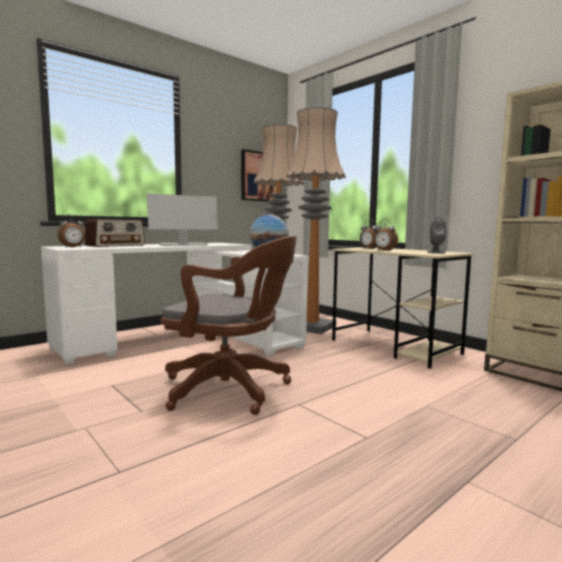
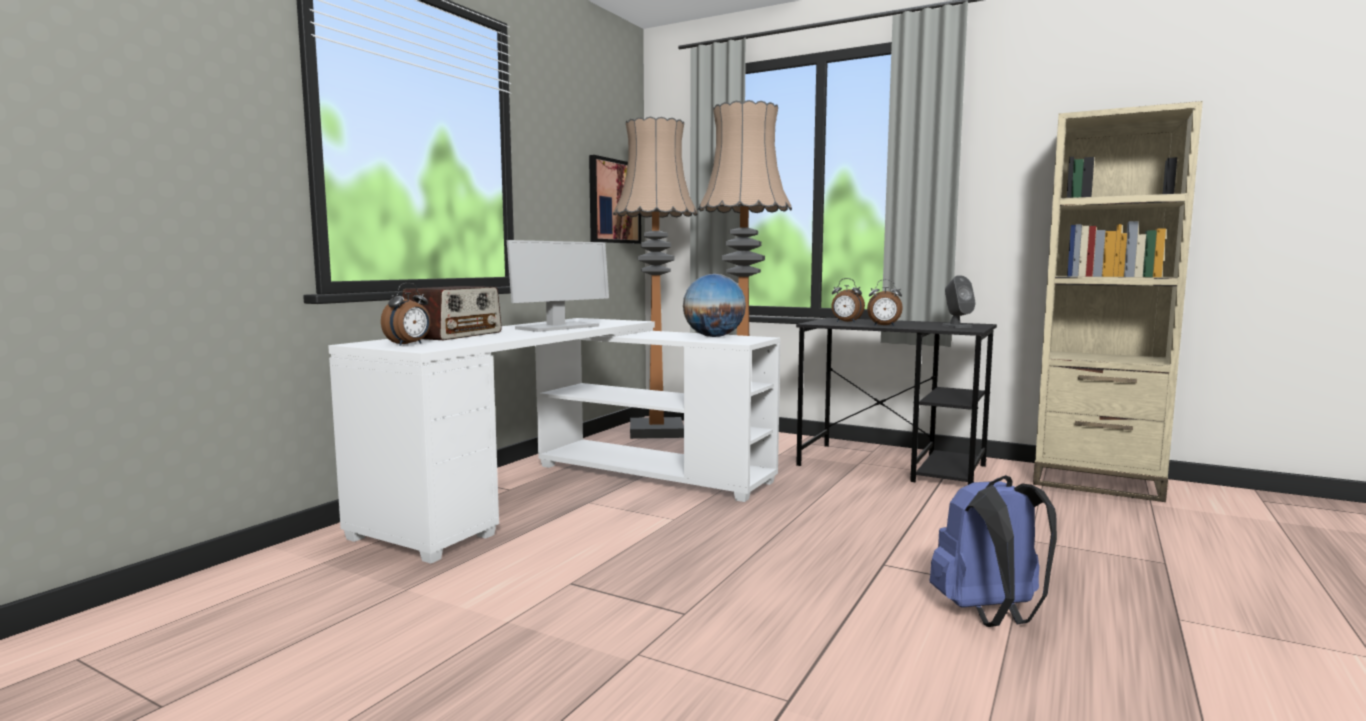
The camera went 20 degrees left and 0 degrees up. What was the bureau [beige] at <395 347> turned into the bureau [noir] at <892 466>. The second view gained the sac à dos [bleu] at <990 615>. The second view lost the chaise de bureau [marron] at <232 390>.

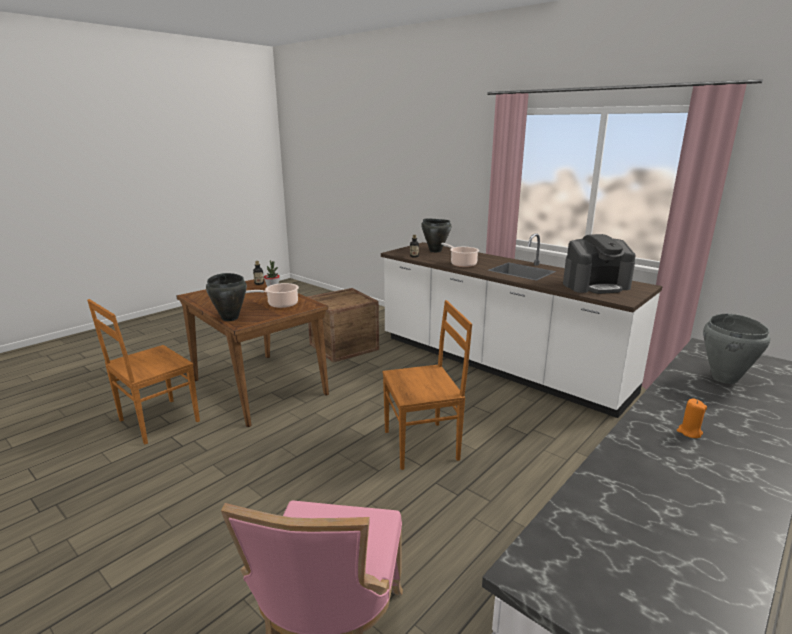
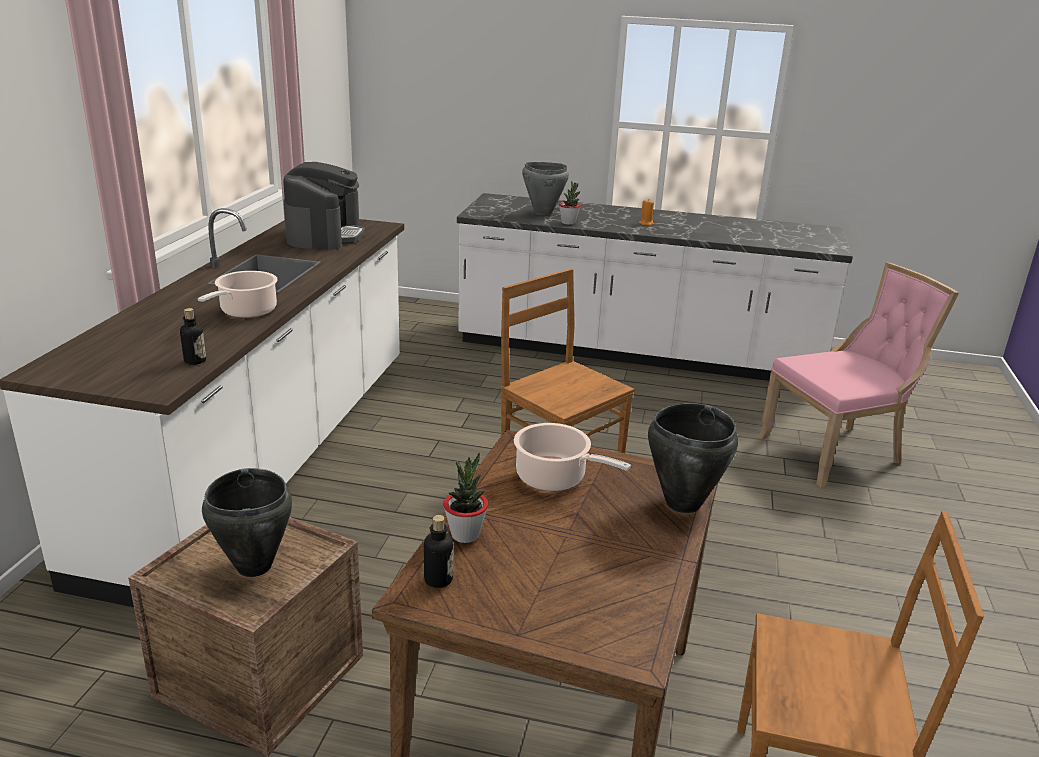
The camera went 120 degrees left and 5 degrees up. The marmite [noir] ended up elsewhere, having gone from <435 251> to <253 567>. The machine à café at <595 285> ended up facing another way, 45 degrees clockwise from before. The second view gained the plante en pot at <568 223>.

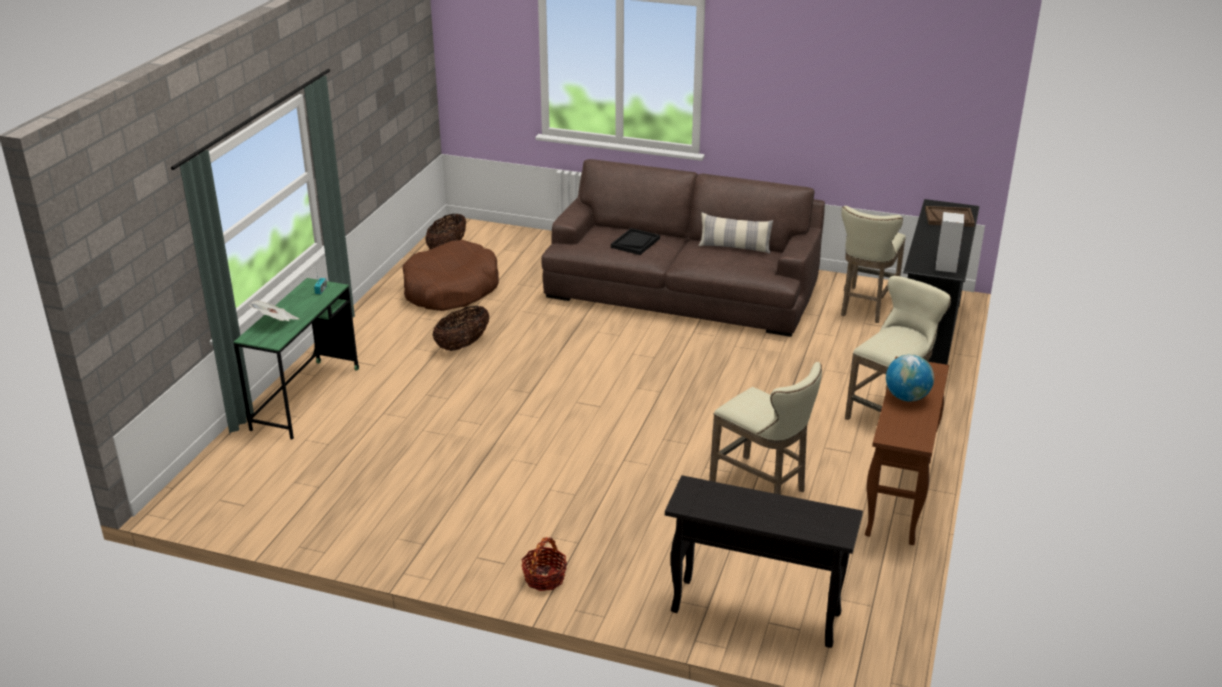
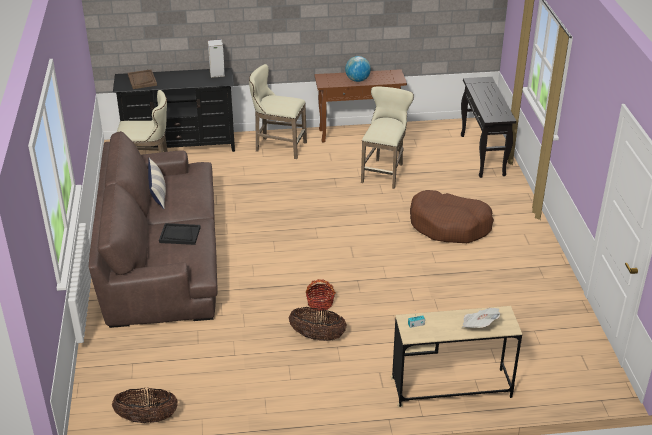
The camera went 115 degrees left and 5 degrees up. The panier ended up elsewhere, having gone from <544 578> to <320 303>. What was the bureau [vert] at <306 398> turned into the bureau [beige] at <451 388>. The panier pour chien [marron] ended up elsewhere, having gone from <450 289> to <449 225>.

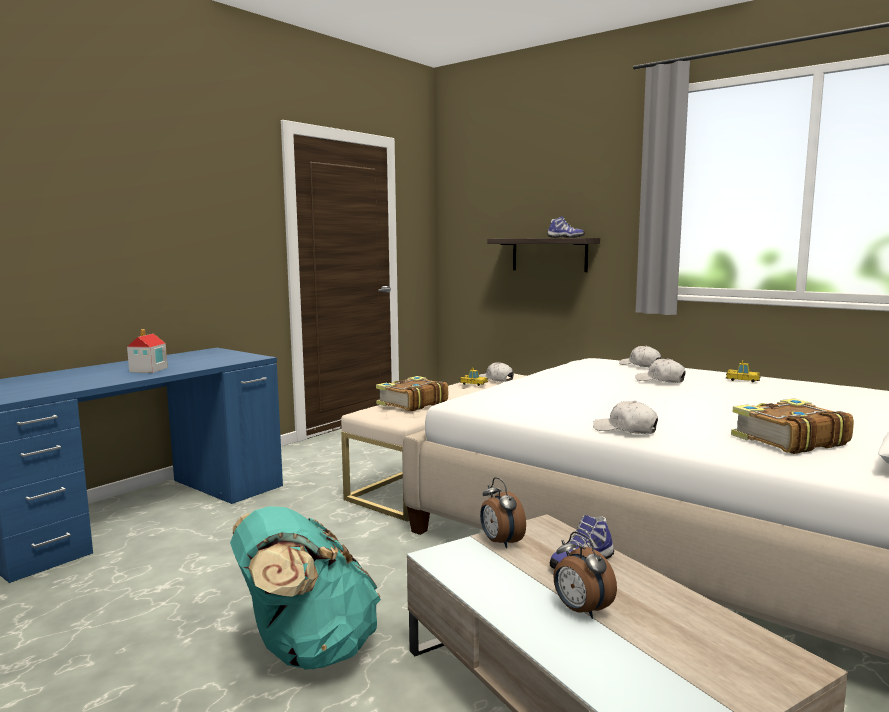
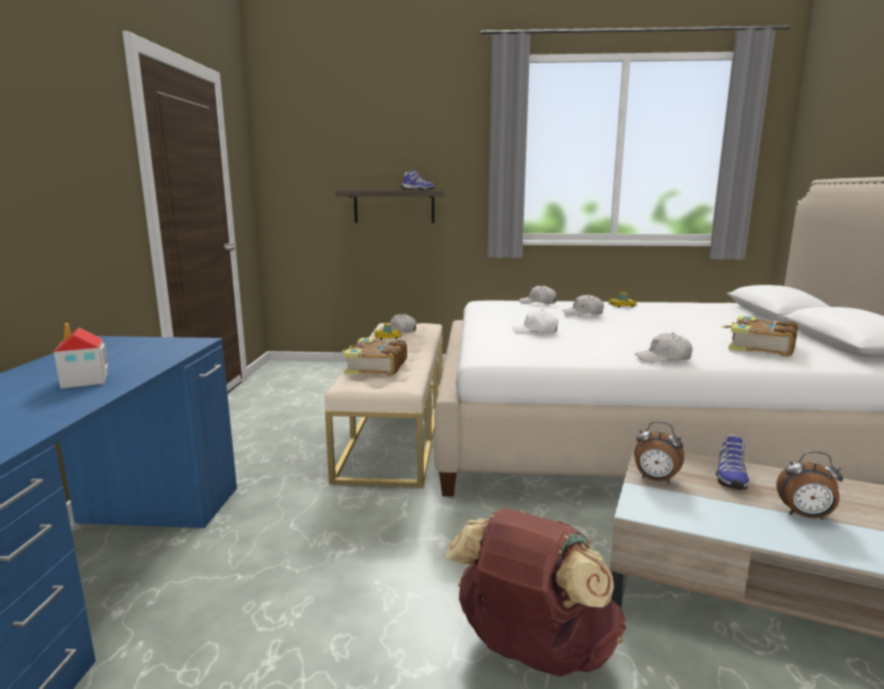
The camera went 35 degrees left and 5 degrees up. What was the sac à dos [turquoise] at <307 650> turned into the sac à dos [marron] at <532 652>. The second view gained the casquette [blanc] at <535 331>.

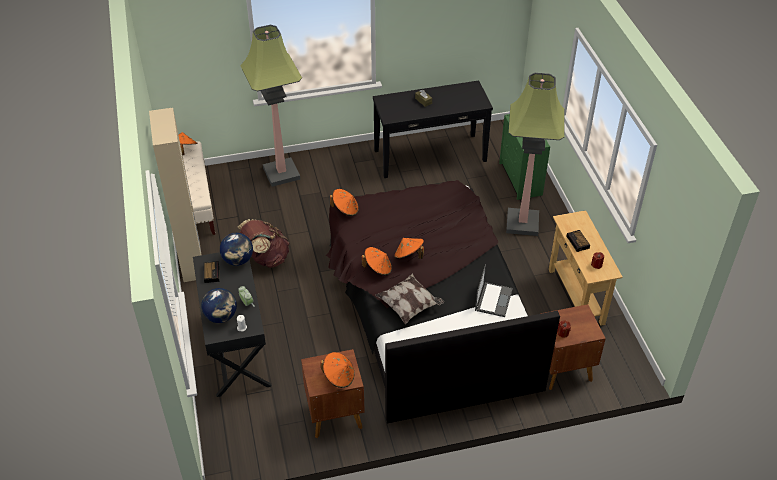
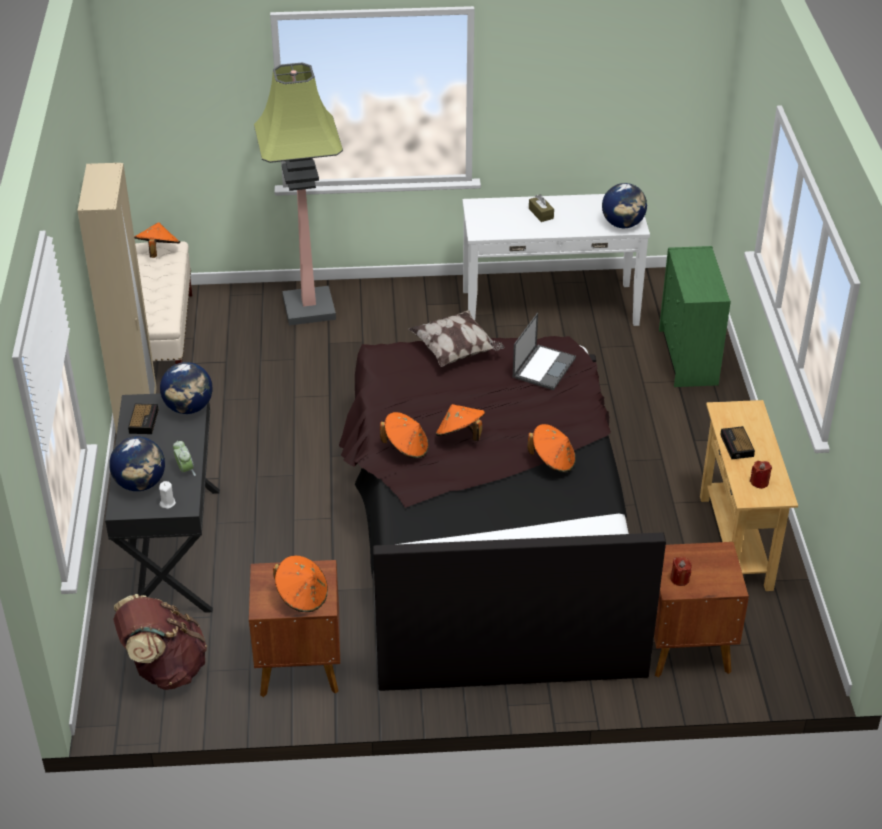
The camera went 10 degrees right and 5 degrees down. The sac à dos [marron] ended up elsewhere, having gone from <266 258> to <164 668>. The coussin ended up elsewhere, having gone from <409 306> to <456 351>. What was the table console [noir] at <430 155> turned into the table console [blanc] at <549 307>. The ordinateur portable ended up elsewhere, having gone from <493 299> to <544 367>. The chapeau [orange] ended up elsewhere, having gone from <345 209> to <552 461>. The second view gained the globe at <623 224>. The second view lost the lampadaire at <522 223>.

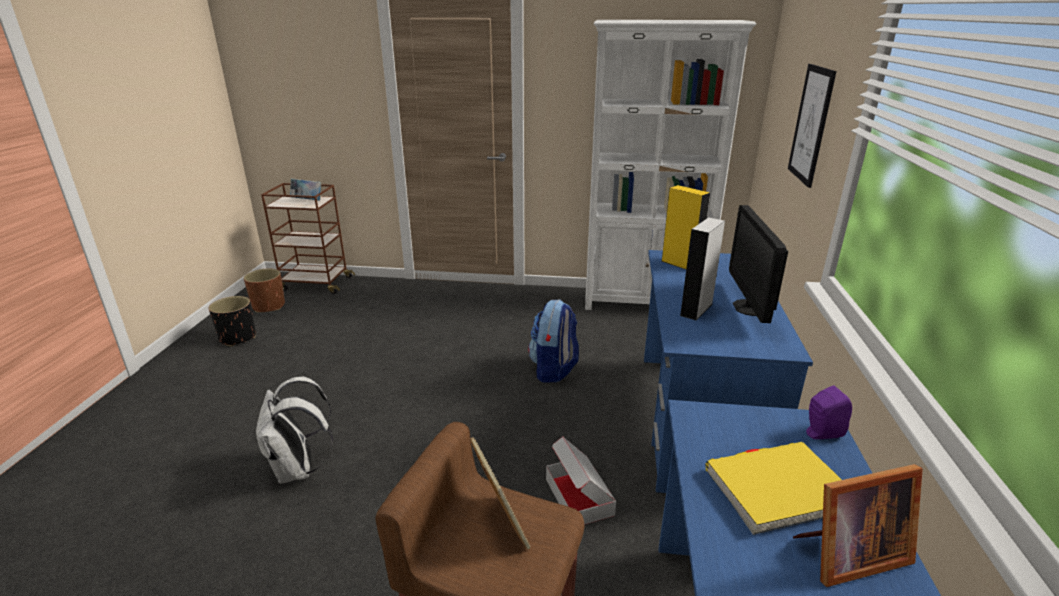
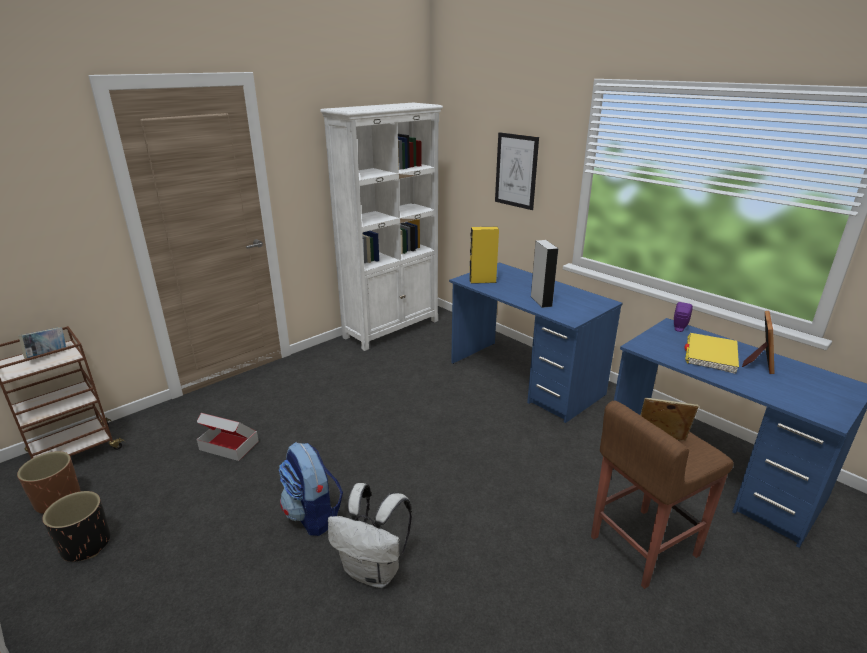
The camera went 50 degrees left and 0 degrees up. The carton ended up elsewhere, having gone from <579 497> to <229 445>. The sac à dos ended up elsewhere, having gone from <554 369> to <313 515>. The second view lost the écran d'ordinateur at <749 307>.

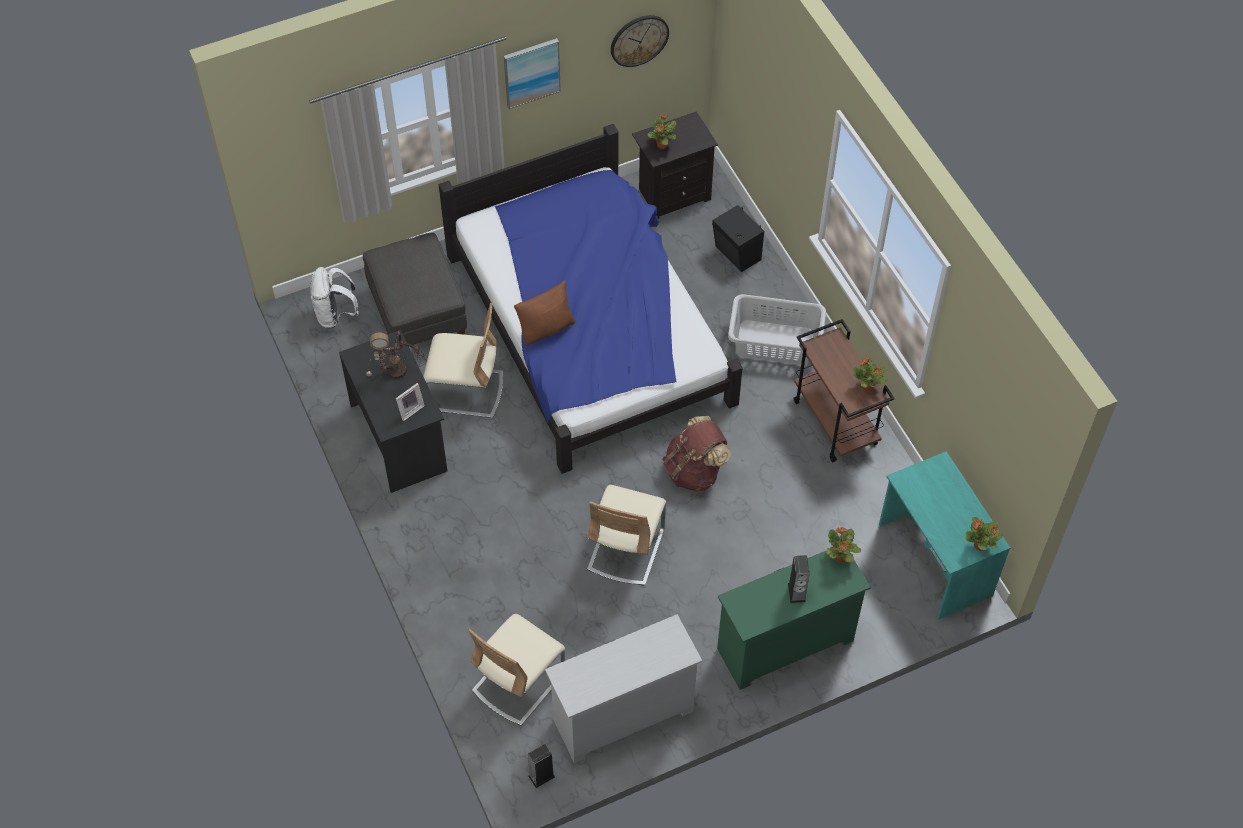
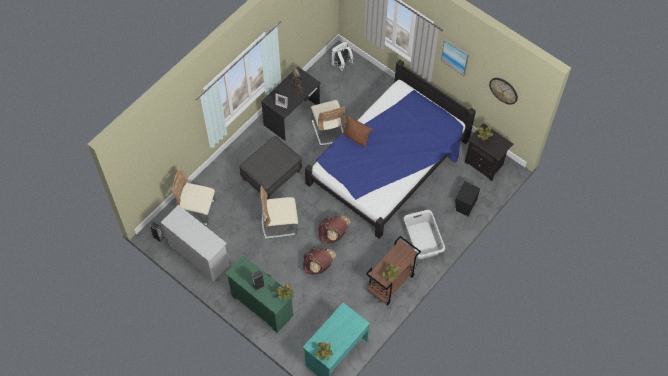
The camera went 65 degrees right and 5 degrees up. The pouf [gris] ended up elsewhere, having gone from <417 311> to <271 175>. The second view gained the sac à dos [marron] at <318 266>.

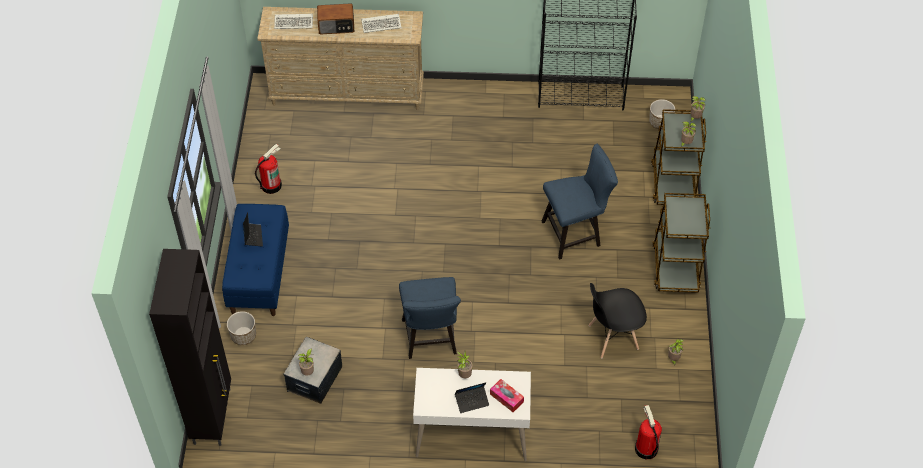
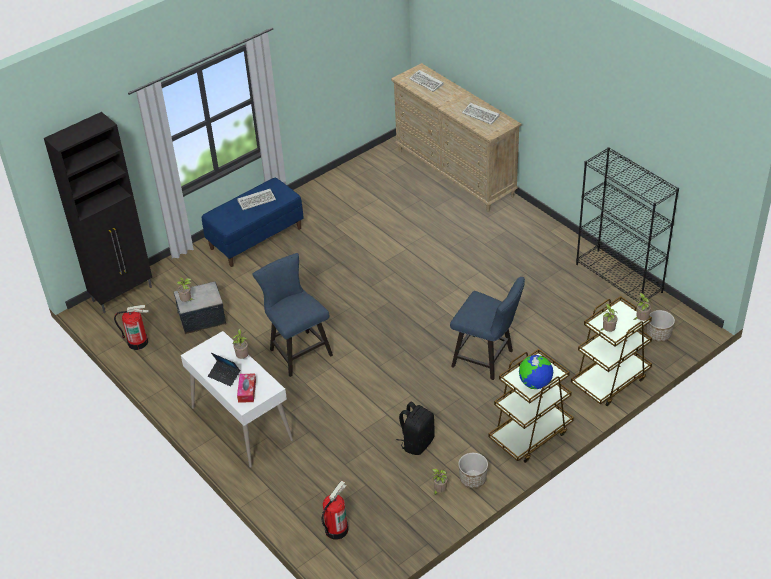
The camera went 50 degrees right and 10 degrees down. The extincteur ended up elsewhere, having gone from <271 185> to <138 342>. Where the ordinateur portable stood at <253 236>, the clavier came to stand at <257 200>. The chaise [bleu] at <430 340> ended up facing another way, 105 degrees clockwise from before. Where the chaise [noir] stood at <612 337>, the sac à dos [noir] came to stand at <417 442>. The cache-pot ended up elsewhere, having gone from <243 336> to <473 479>. The second view gained the globe at <535 383>. The second view lost the radio at <336 26>.

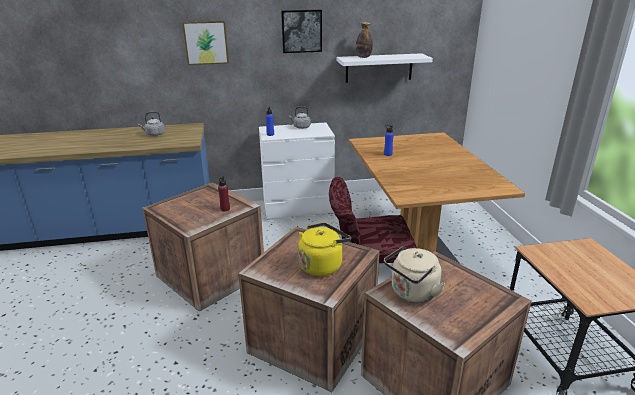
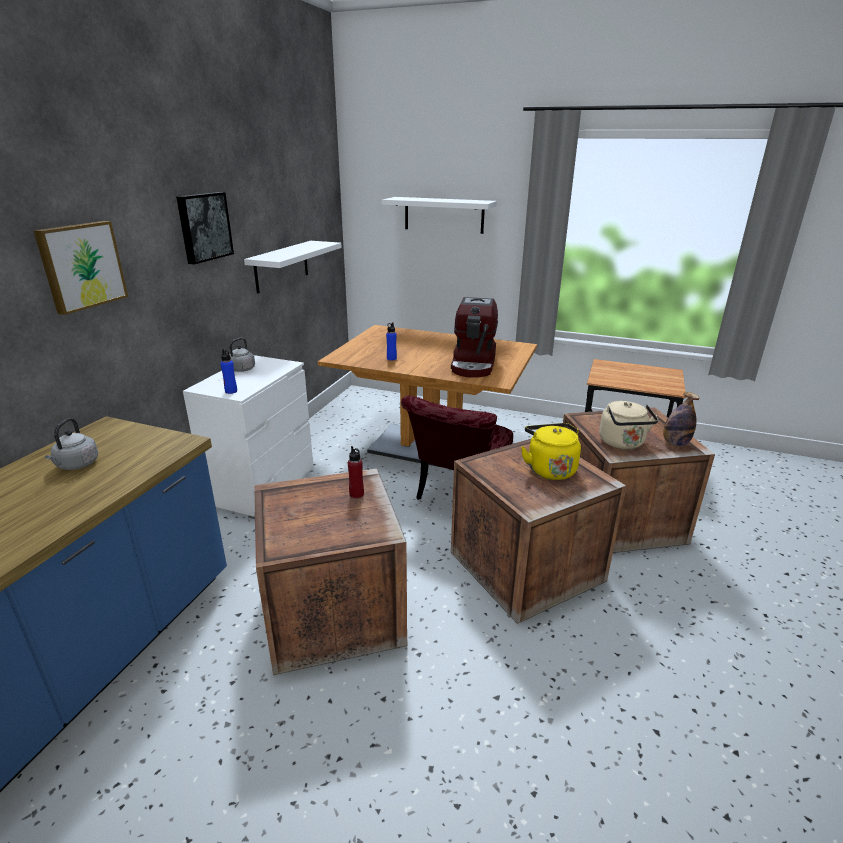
The camera went 60 degrees left and 0 degrees up. The second view gained the étagère [blanc] at <444 215>. The second view gained the machine à café at <474 364>. The bouteille ended up elsewhere, having gone from <363 57> to <675 443>.

